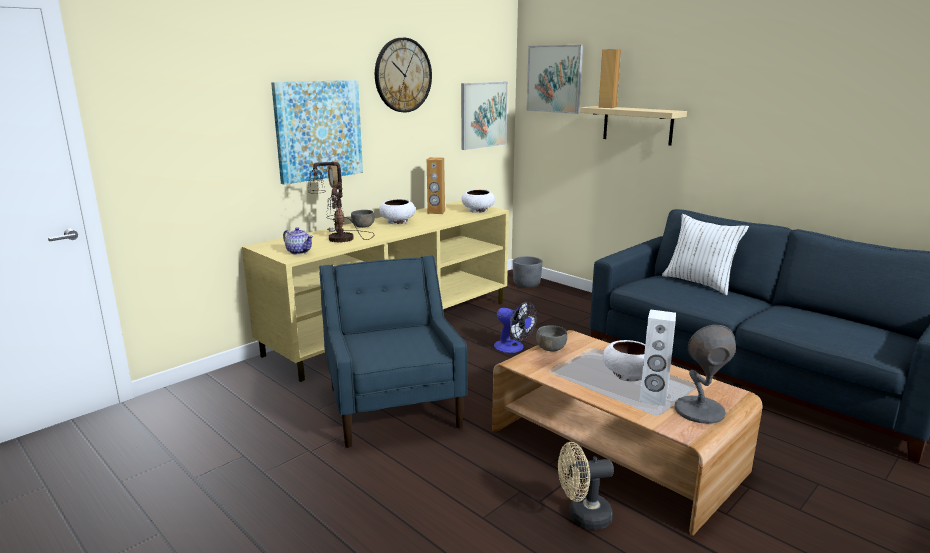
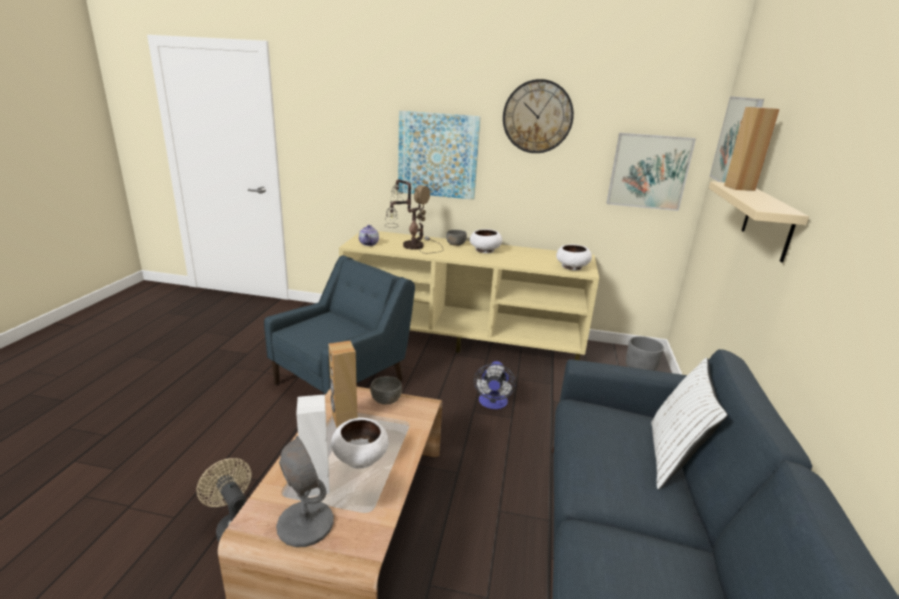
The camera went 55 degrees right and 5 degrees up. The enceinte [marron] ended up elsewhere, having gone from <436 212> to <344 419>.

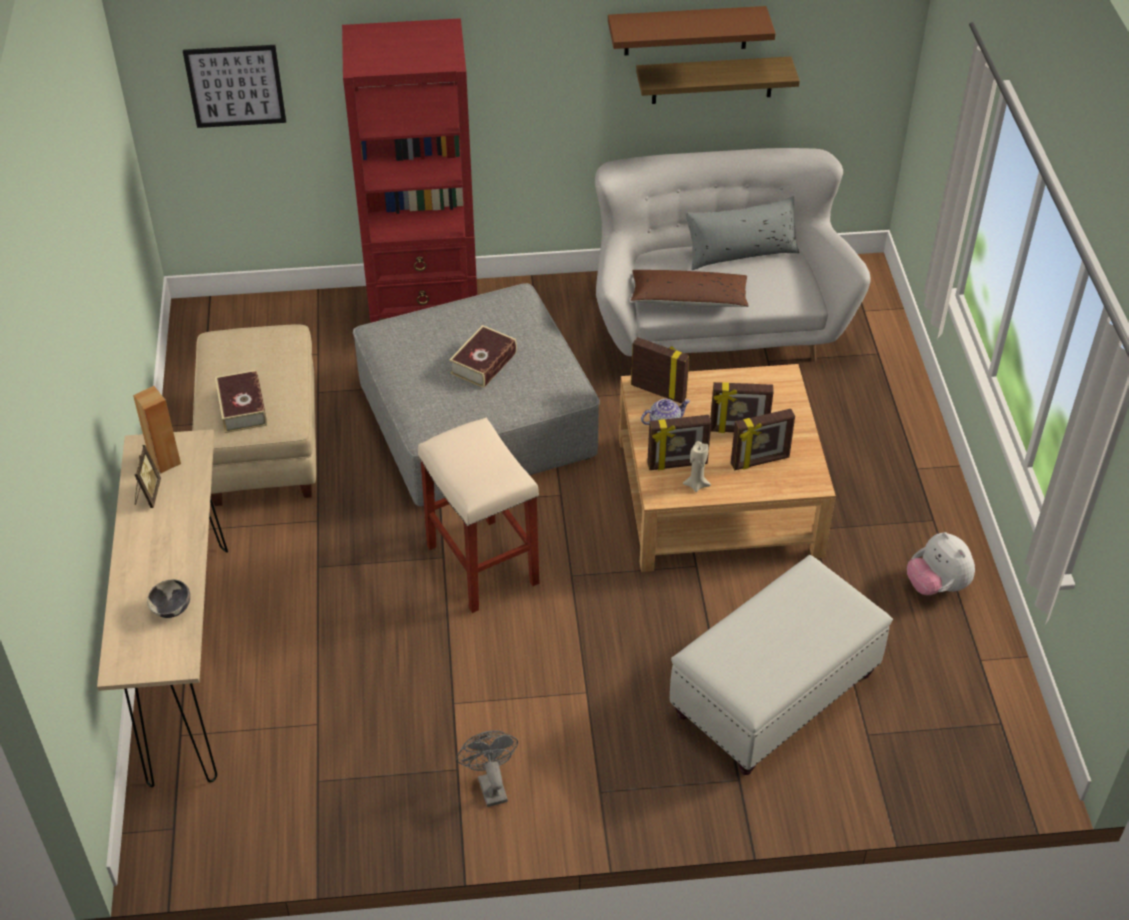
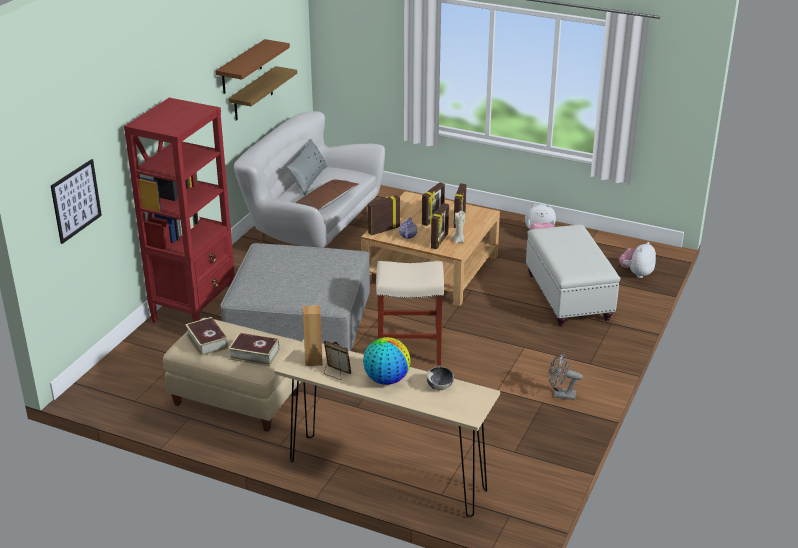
The camera went 60 degrees left and 15 degrees down. The livre ended up elsewhere, having gone from <483 363> to <207 341>. The second view gained the globe at <386 379>. The second view gained the peluche at <636 273>.

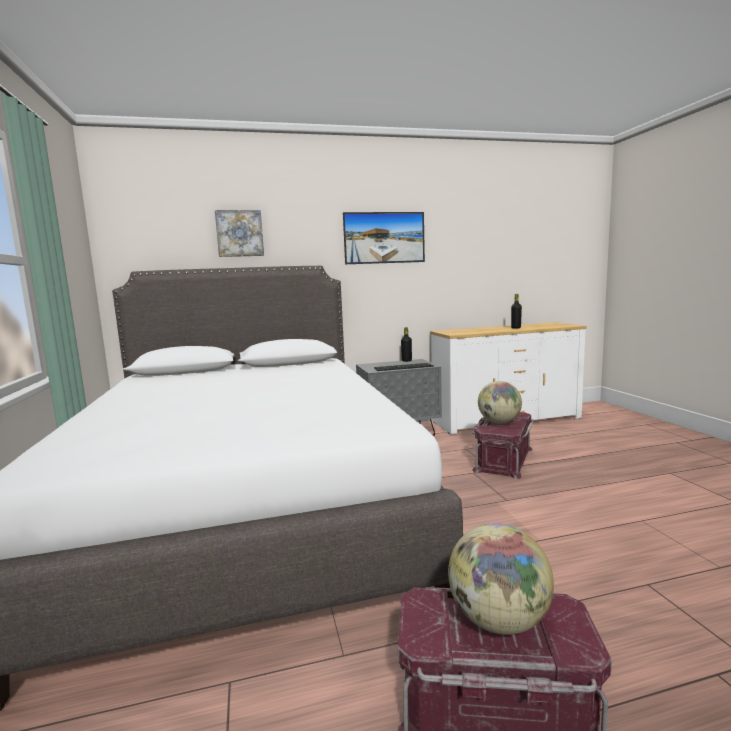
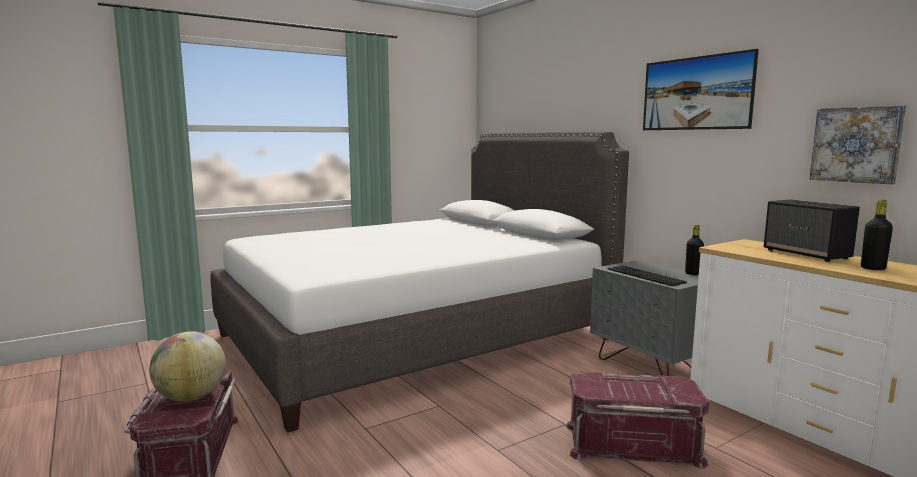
The camera went 70 degrees right and 0 degrees up. The second view gained the enceinte at <807 254>. The tableau ended up elsewhere, having gone from <239 233> to <856 144>. The second view lost the globe at <499 422>.

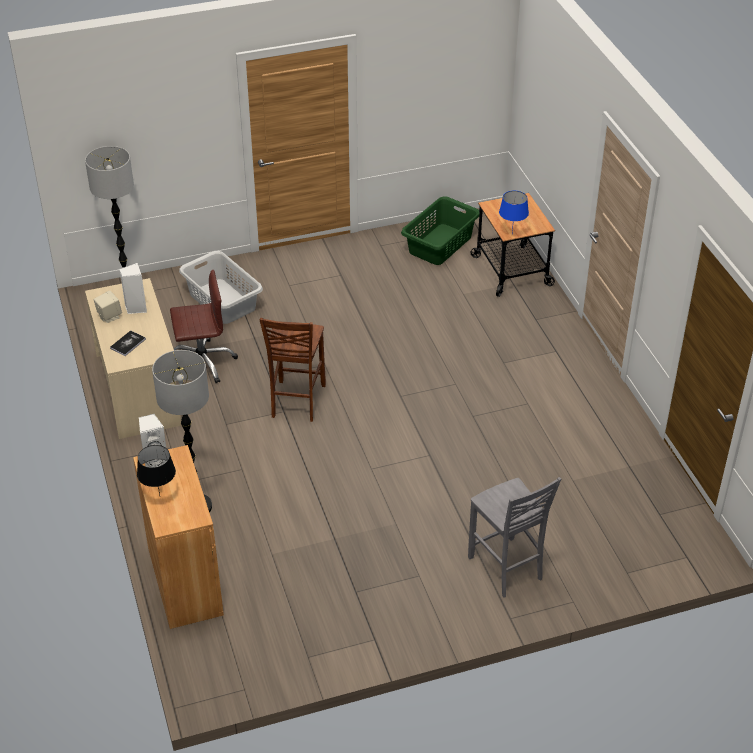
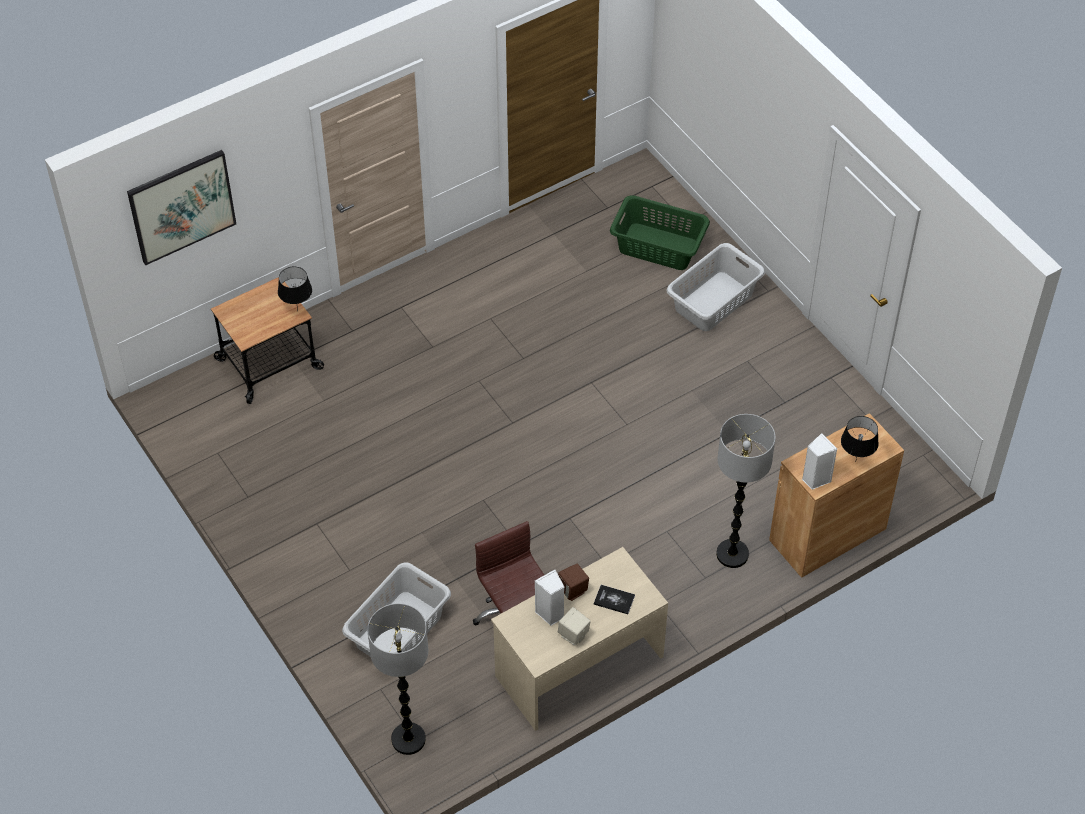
The camera went 105 degrees left and 10 degrees up. The second view gained the tableau at <181 206>. What was the lampe de table [bleu] at <511 234> turned into the lampe de table [noir] at <298 311>. The second view gained the enceinte [marron] at <573 590>. The panier à linge [vert] ended up elsewhere, having gone from <439 244> to <658 247>. Where the chaise [gris] stood at <506 569>, the panier à linge [gris] came to stand at <714 302>. The second view lost the chaise [marron] at <296 402>.

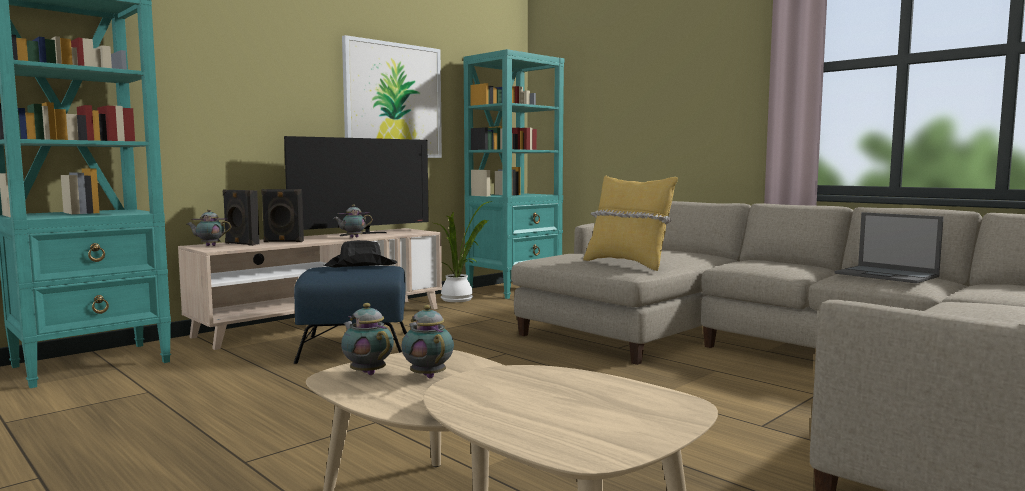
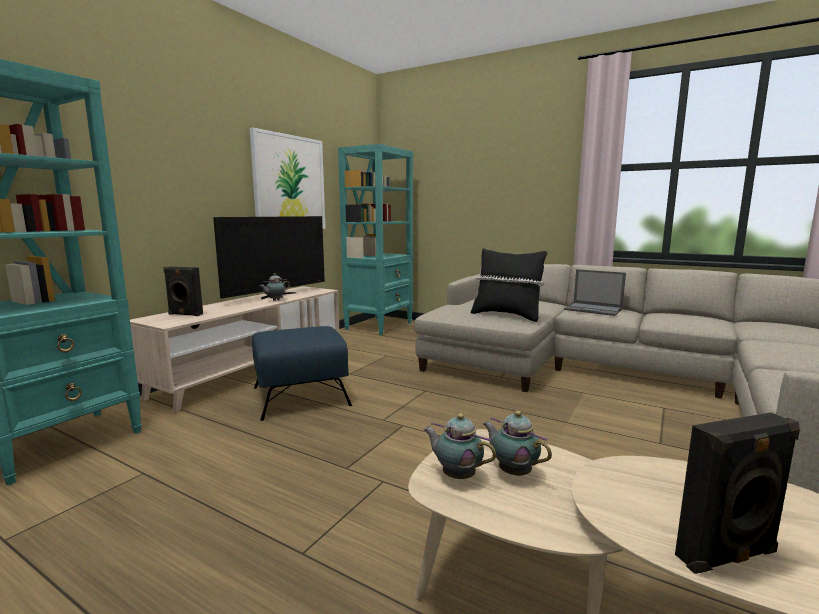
The camera went 15 degrees left and 5 degrees up. What was the coussin [jaune] at <628 264> turned into the coussin [noir] at <506 315>. The ordinateur portable ended up elsewhere, having gone from <887 275> to <594 309>. The enceinte [noir] ended up elsewhere, having gone from <283 241> to <728 556>. The second view lost the théière at <209 246>. The second view lost the chapeau [noir] at <361 265>. The second view lost the plante en pot at <459 299>.

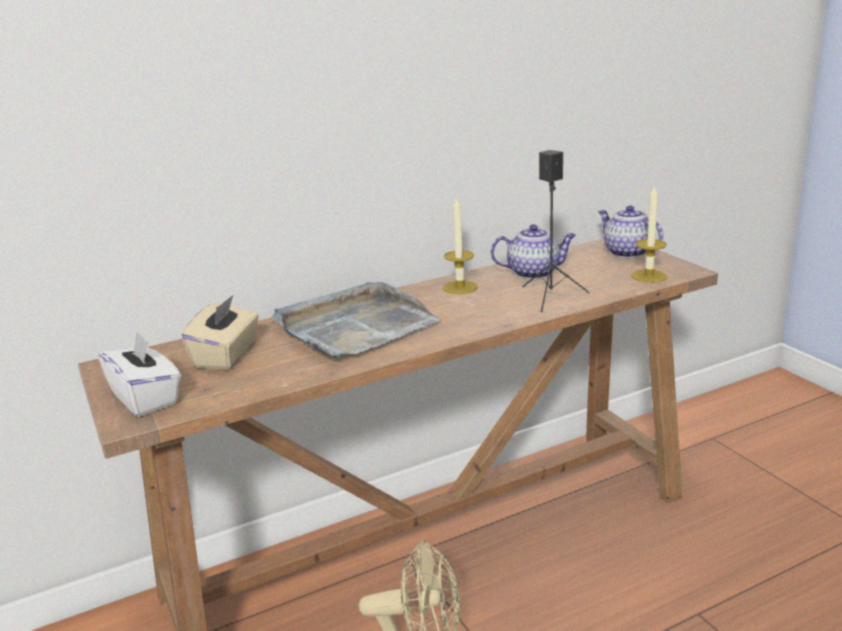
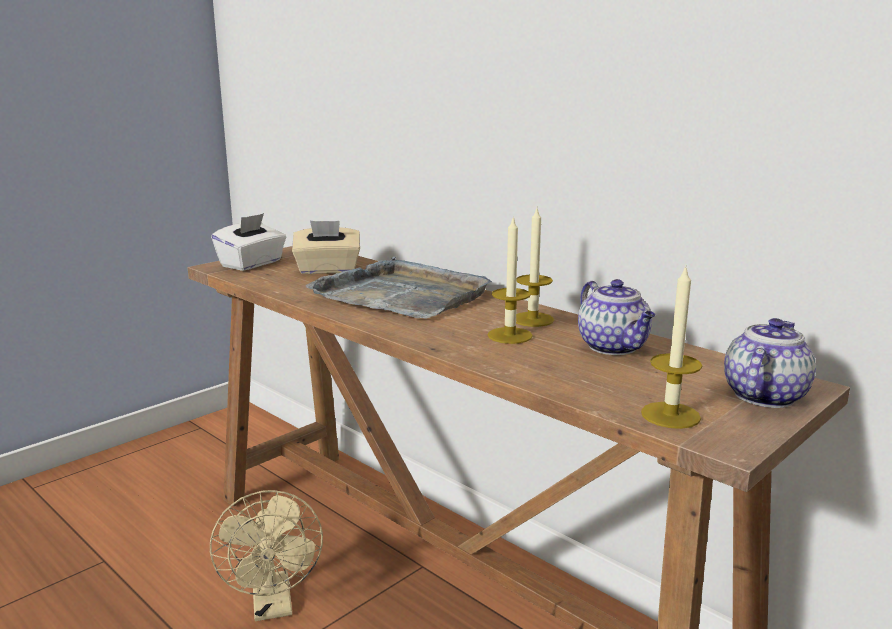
The camera went 70 degrees right and 5 degrees down. The second view gained the bougie at <510 335>. The second view lost the enceinte [noir] at <551 296>.

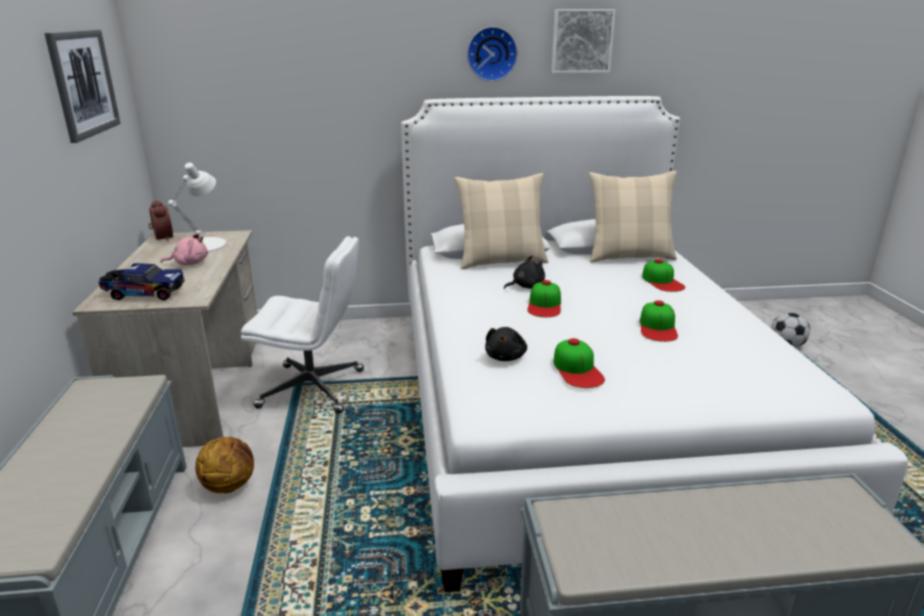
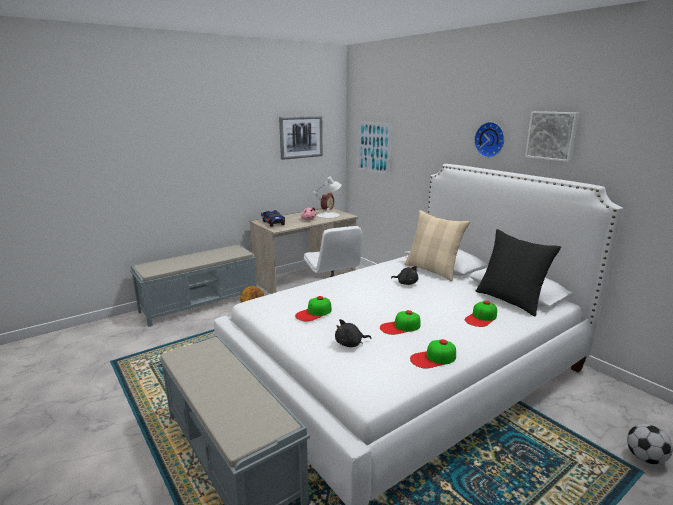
The camera went 60 degrees right and 5 degrees down. The peluche [noir] ended up elsewhere, having gone from <506 357> to <350 344>. The second view gained the tableau at <373 147>. The casquette ended up elsewhere, having gone from <544 305> to <433 358>. What was the coussin [beige] at <629 256> turned into the coussin [noir] at <510 301>.

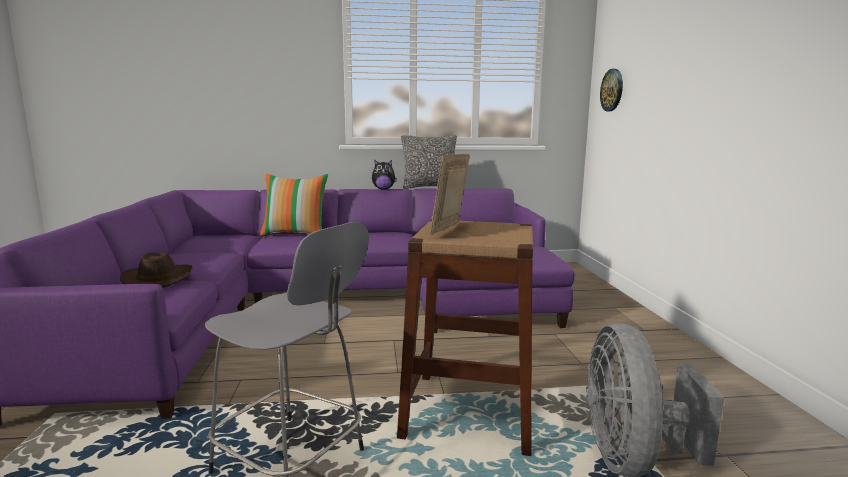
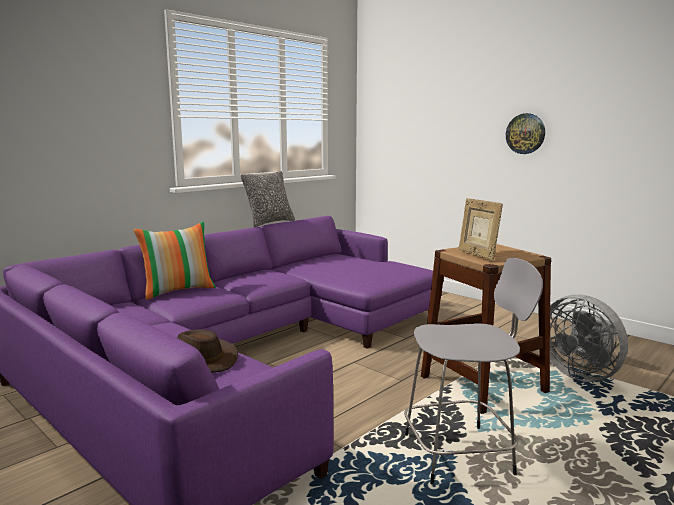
The camera went 40 degrees left and 0 degrees up. The horloge murale ended up elsewhere, having gone from <612 90> to <525 133>. The second view lost the peluche at <383 189>.

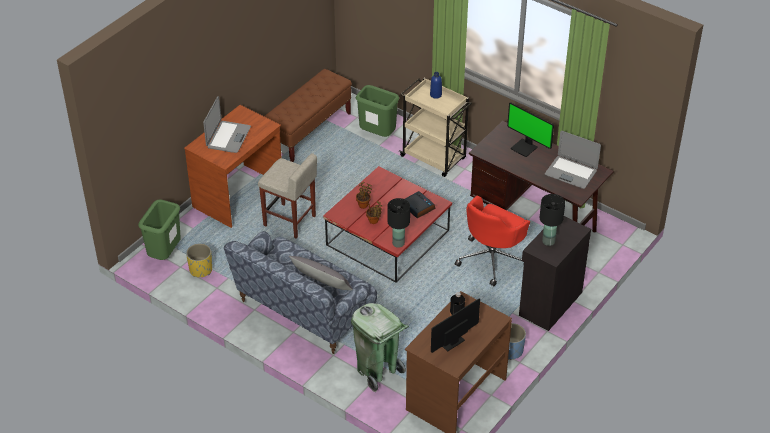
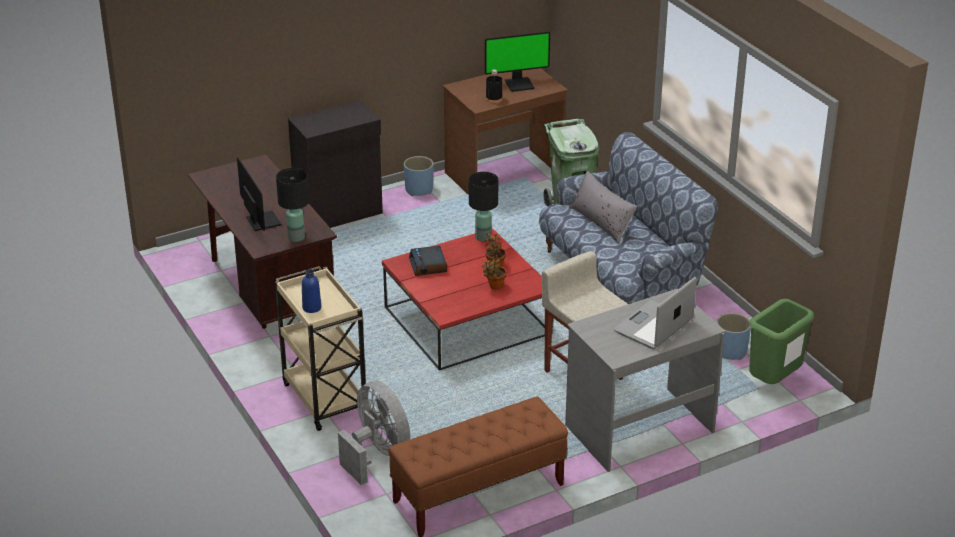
The camera went 155 degrees left and 10 degrees down. The lampe de table [noir] ended up elsewhere, having gone from <549 241> to <296 237>. Where the poubelle [vert] stood at <378 135>, the ventilateur [gris] came to stand at <377 454>. What was the bureau [marron] at <238 196> turned into the bureau [gris] at <639 428>. What was the cache-pot [jaune] at <201 270> turned into the cache-pot [bleu] at <730 351>. The second view lost the chaise de bureau [rouge] at <492 259>. The second view lost the ordinateur portable at <571 172>.

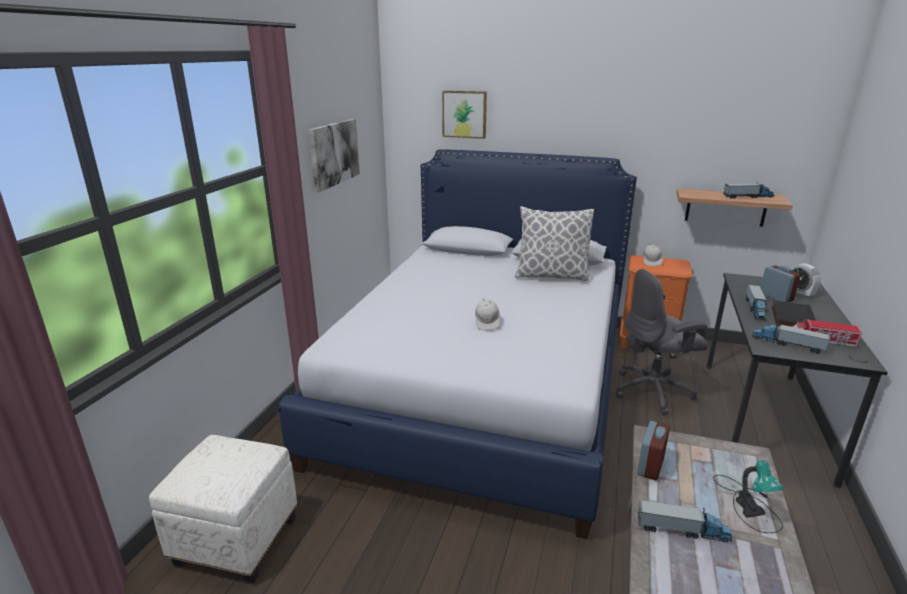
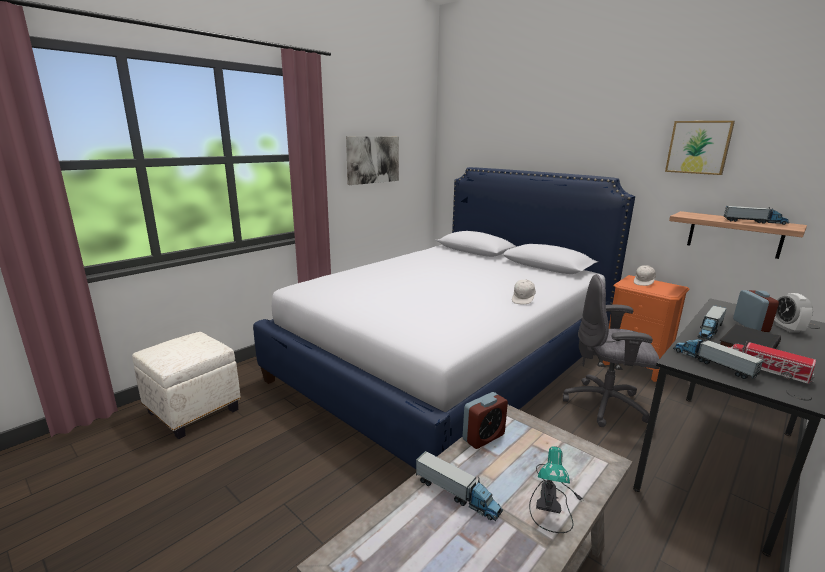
The camera went 25 degrees right and 5 degrees down. The casquette [blanc] ended up elsewhere, having gone from <487 323> to <523 299>. The tableau ended up elsewhere, having gone from <465 114> to <698 147>. The second view lost the coussin at <551 276>.

